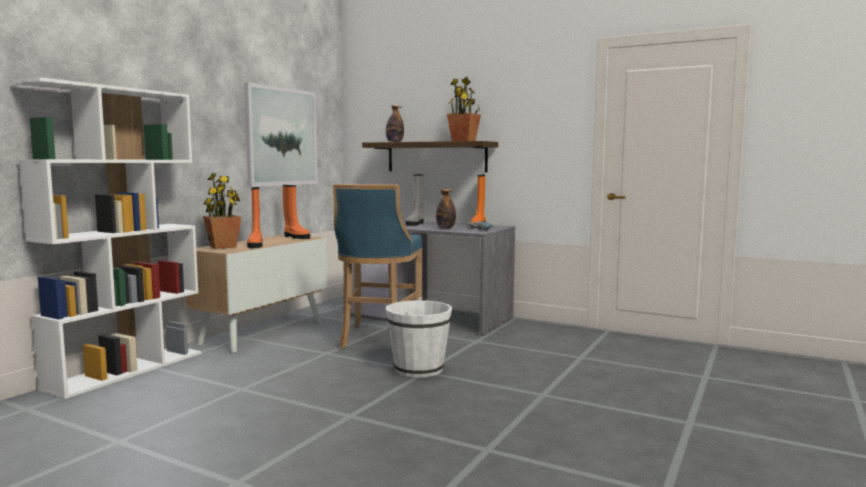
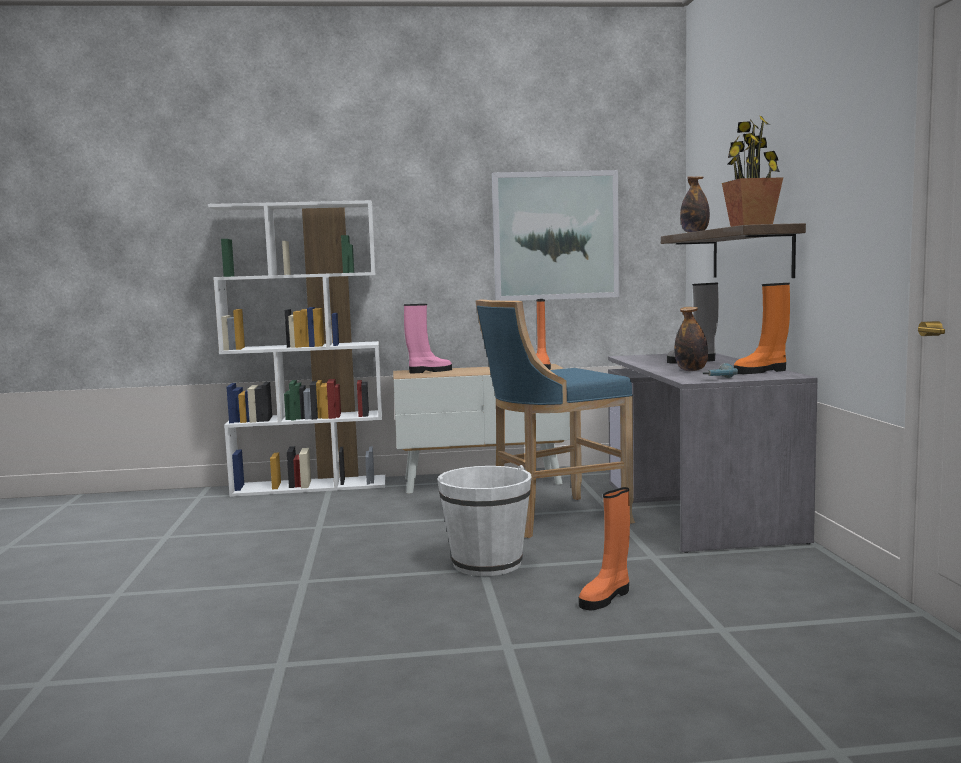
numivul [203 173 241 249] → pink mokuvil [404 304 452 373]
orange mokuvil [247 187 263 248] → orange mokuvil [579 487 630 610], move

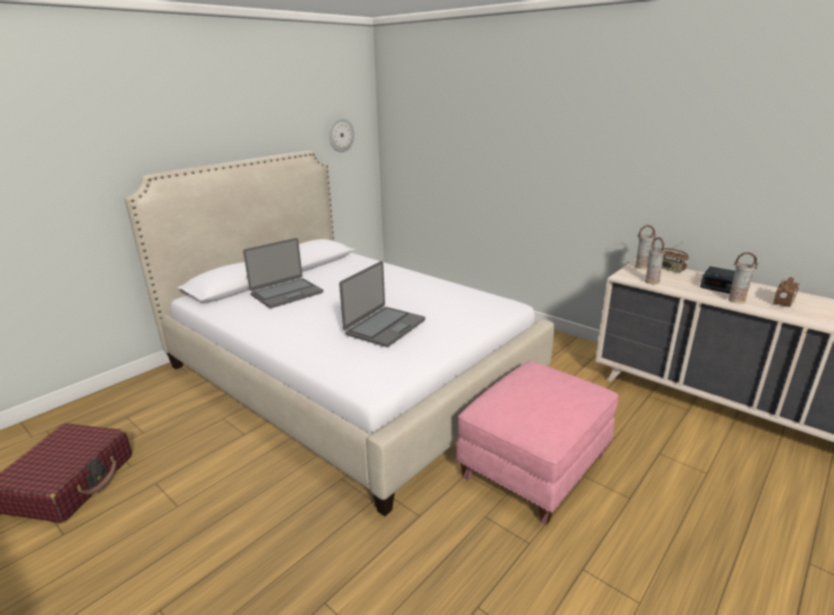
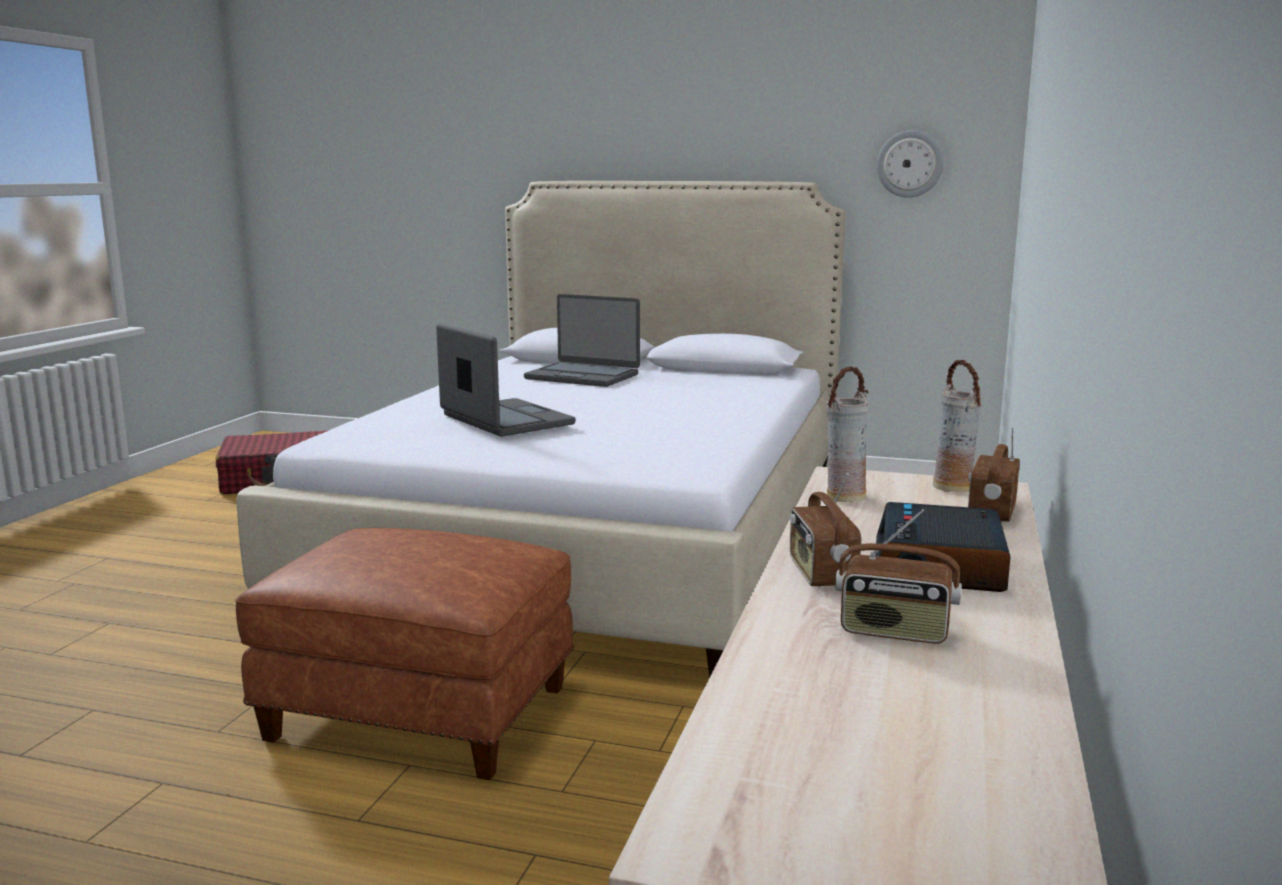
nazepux [728 252 758 304] → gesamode [790 473 861 587]
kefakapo [339 261 425 347] → kefakapo [436 323 575 436], 135 degrees counterclockwise
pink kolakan [455 361 619 525] → brown kolakan [235 528 574 780]

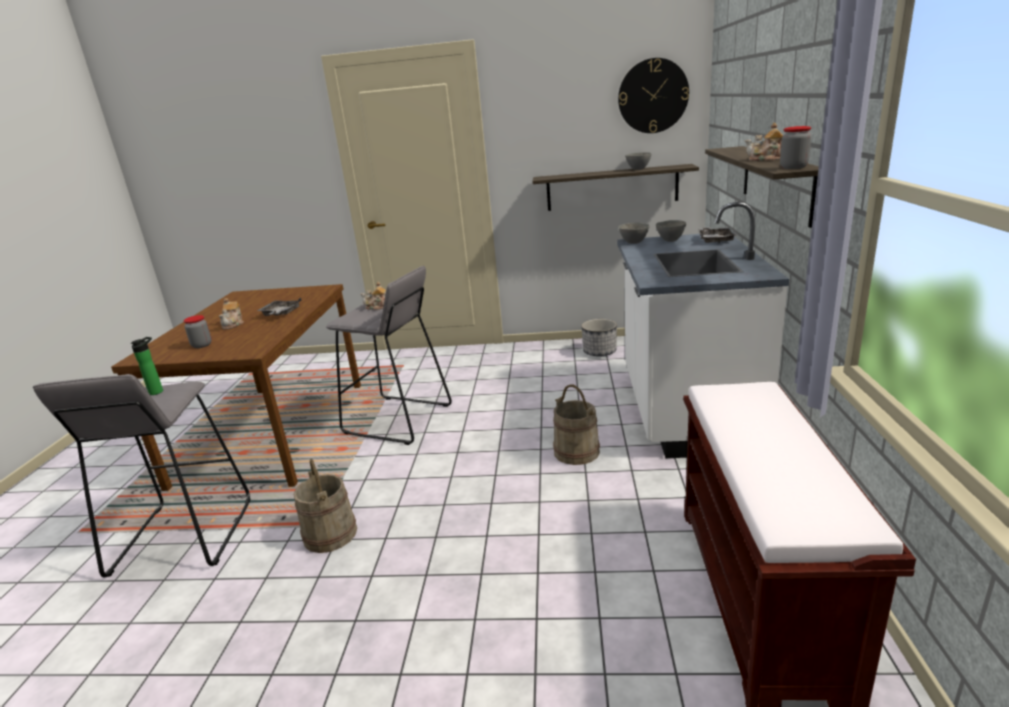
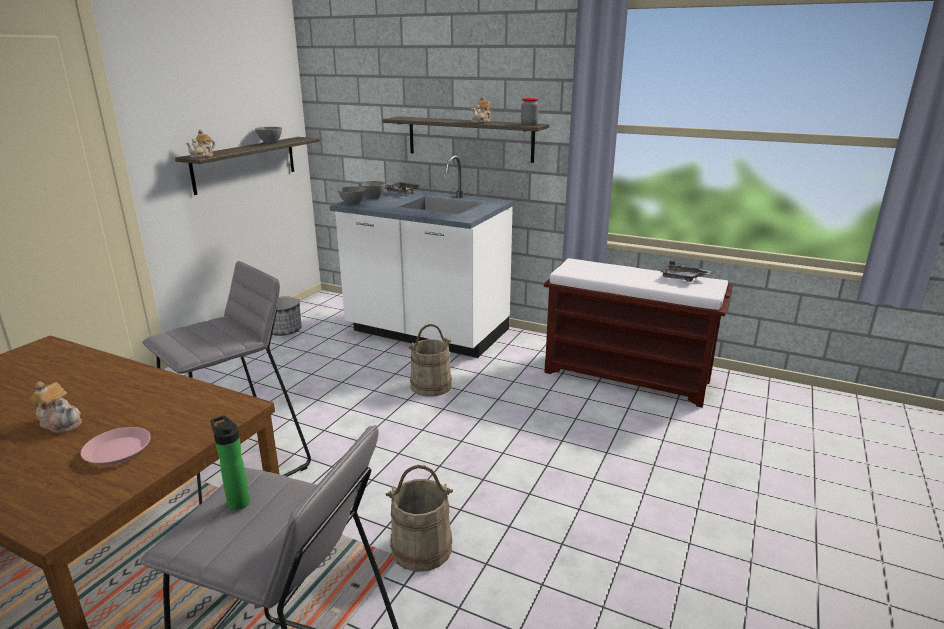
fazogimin [618 58 689 133] → -
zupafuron [360 282 386 310] → zupafuron [186 130 215 158], move
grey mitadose [257 298 301 316] → grey mitadose [660 261 711 282], move
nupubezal [183 315 212 348] → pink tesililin [80 427 151 465]

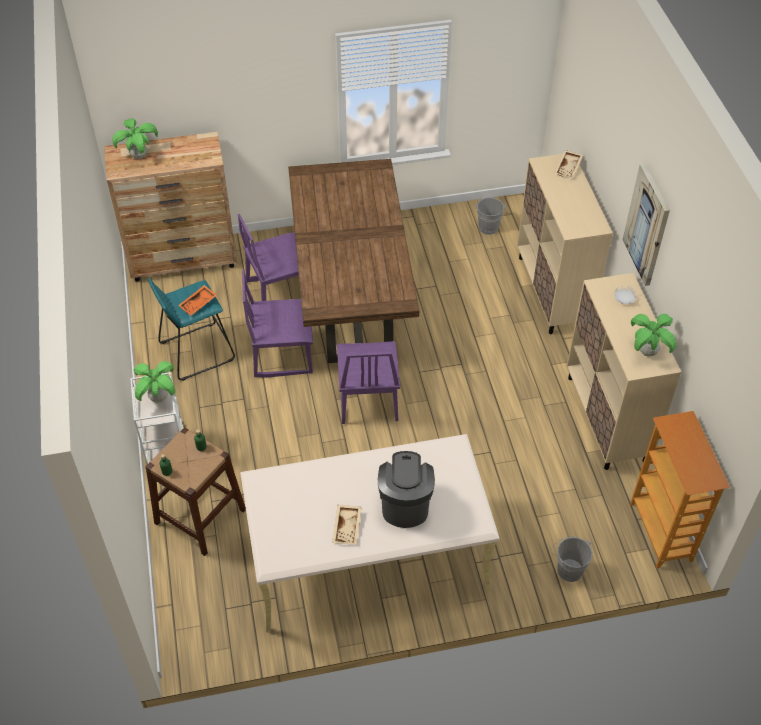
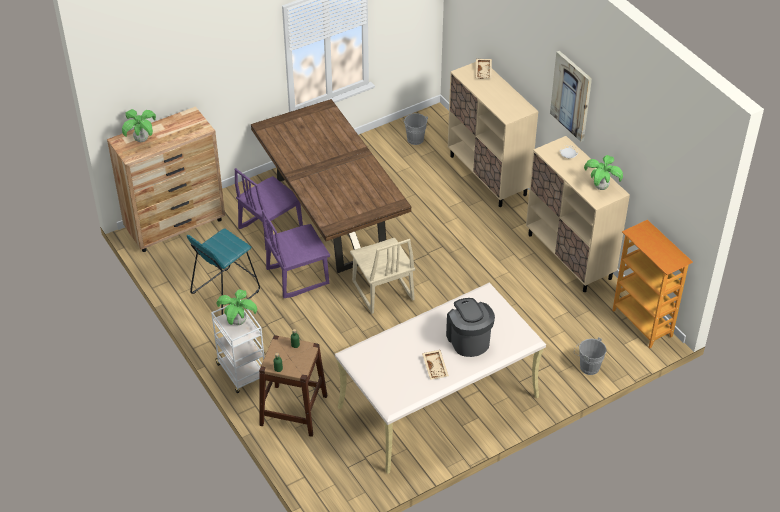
orange mitadose [178 285 217 316] → -
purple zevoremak [337 341 400 424] → beige zevoremak [350 238 415 314]

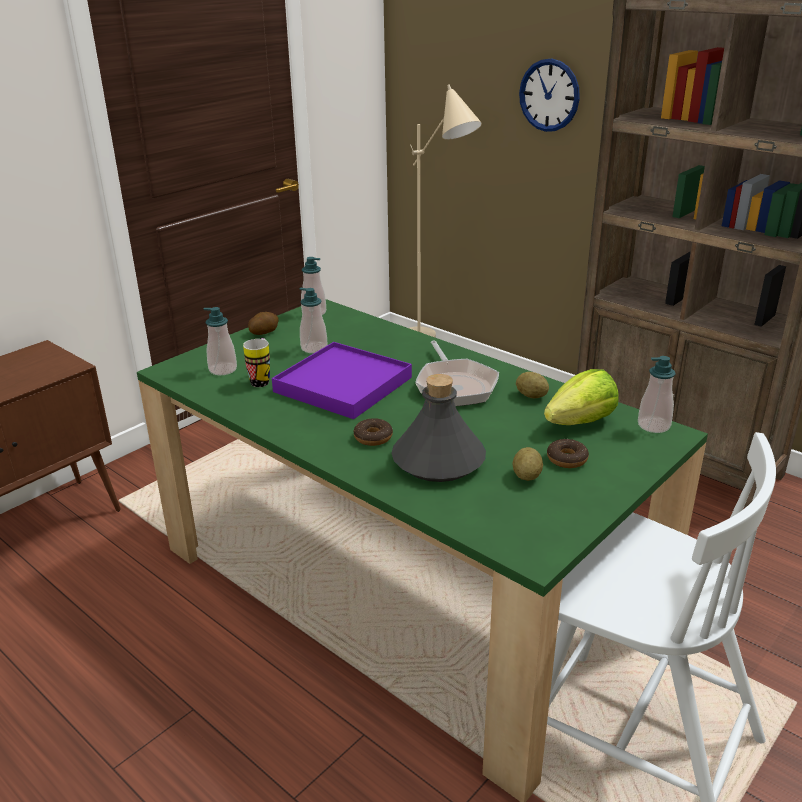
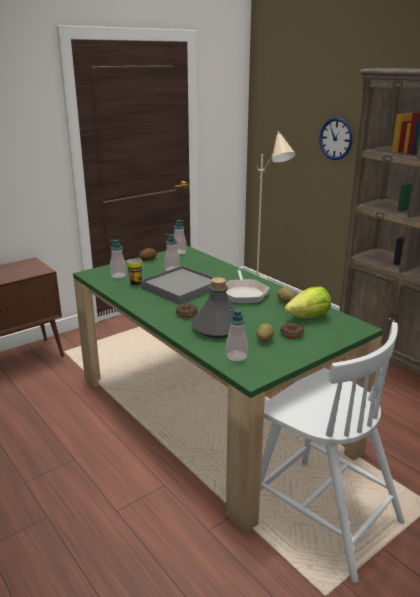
purple mitadose [272 342 412 419] → grey mitadose [141 266 215 305]
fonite [638 356 676 433] → fonite [226 310 248 361], move

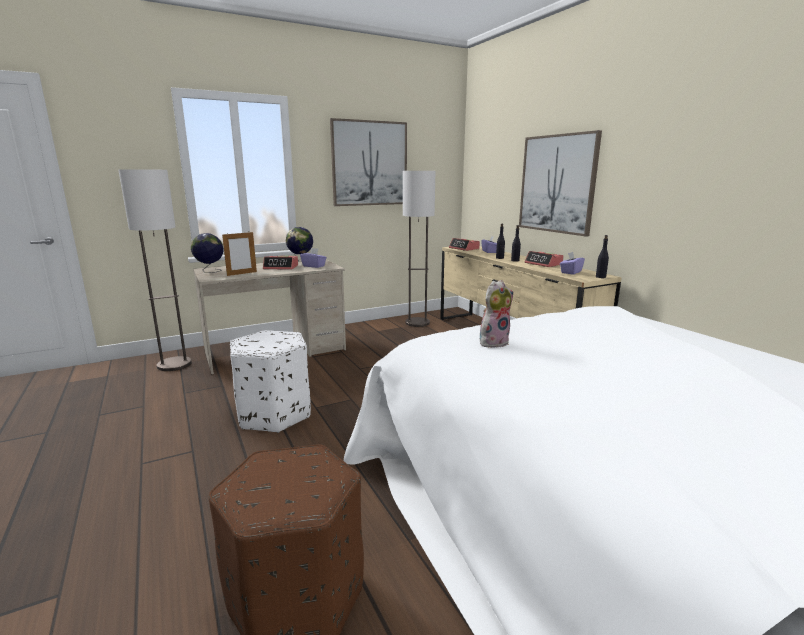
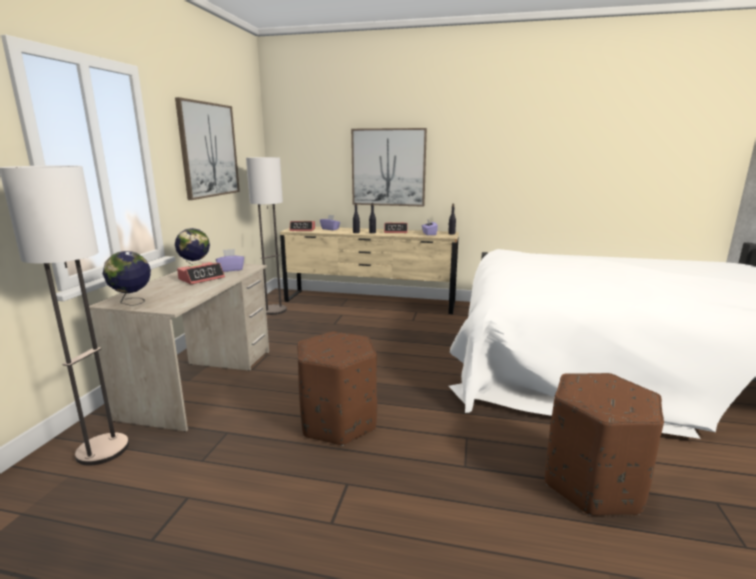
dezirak [222 232 257 276] → -
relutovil [480 280 514 349] → -
white kolakan [230 330 311 433] → brown kolakan [297 331 377 446]

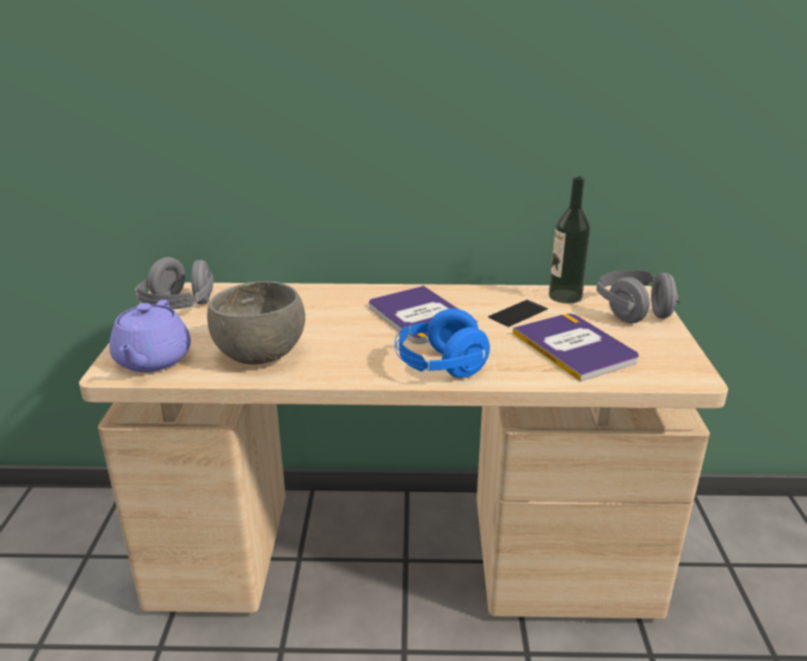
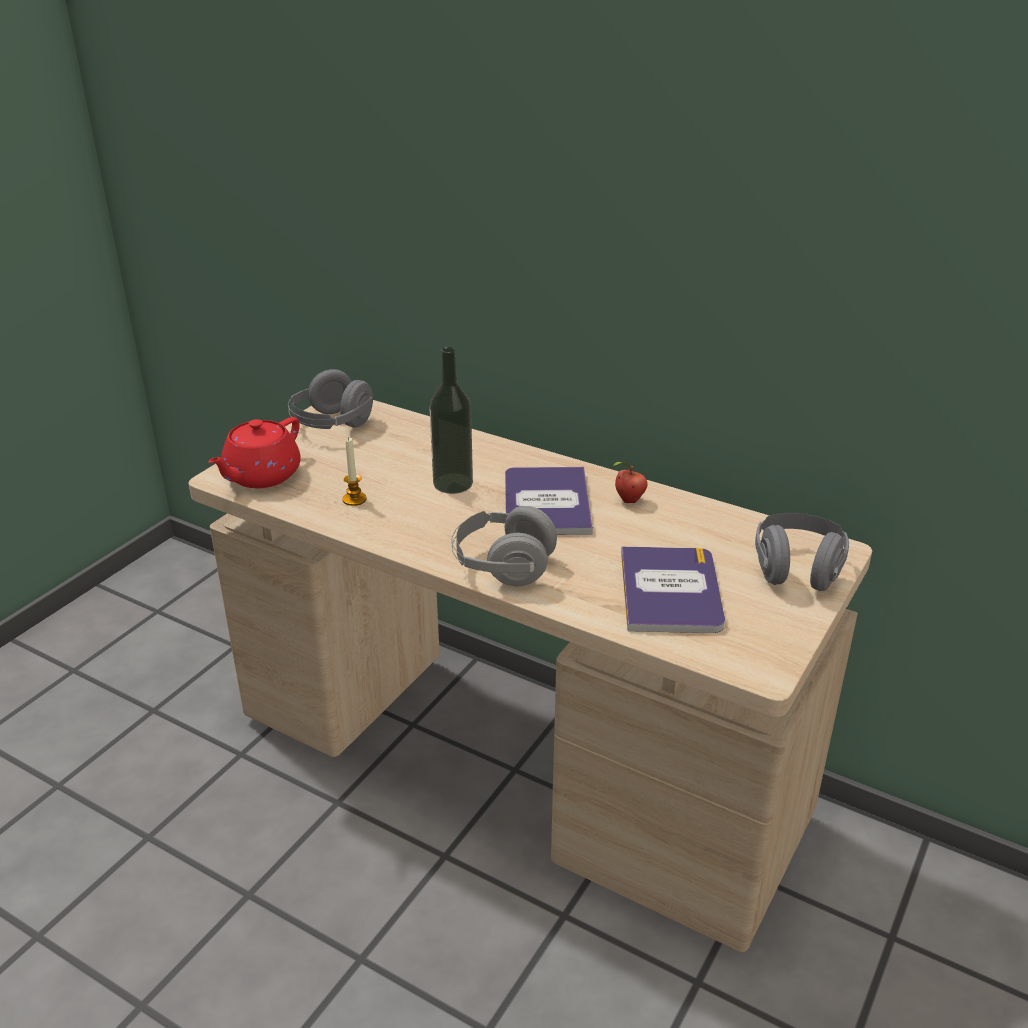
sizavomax [549 176 591 304] → sizavomax [430 347 473 494], move
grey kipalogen [207 281 305 364] → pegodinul [342 437 367 506]
purple zupafuron [109 300 191 372] → red zupafuron [208 417 300 488]
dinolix [488 300 548 327] → -
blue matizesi [395 309 490 378] → grey matizesi [451 506 557 586]
- → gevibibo [613 462 648 503]

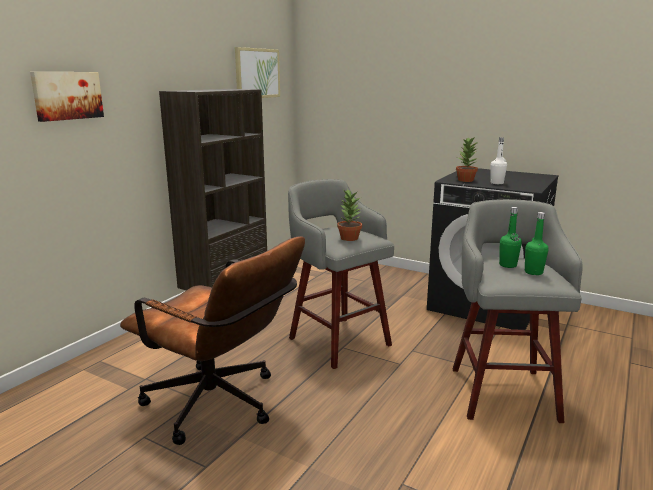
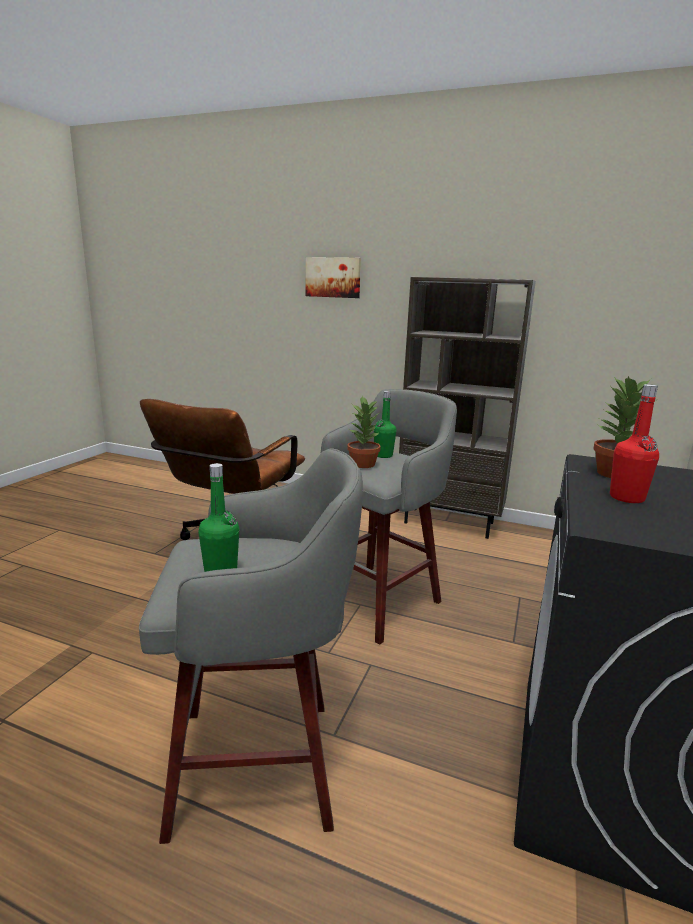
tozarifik [235 47 280 98] → -
white sizavomax [490 137 507 184] → red sizavomax [610 384 659 503]
green sizavomax [499 207 522 268] → green sizavomax [374 391 396 458], move

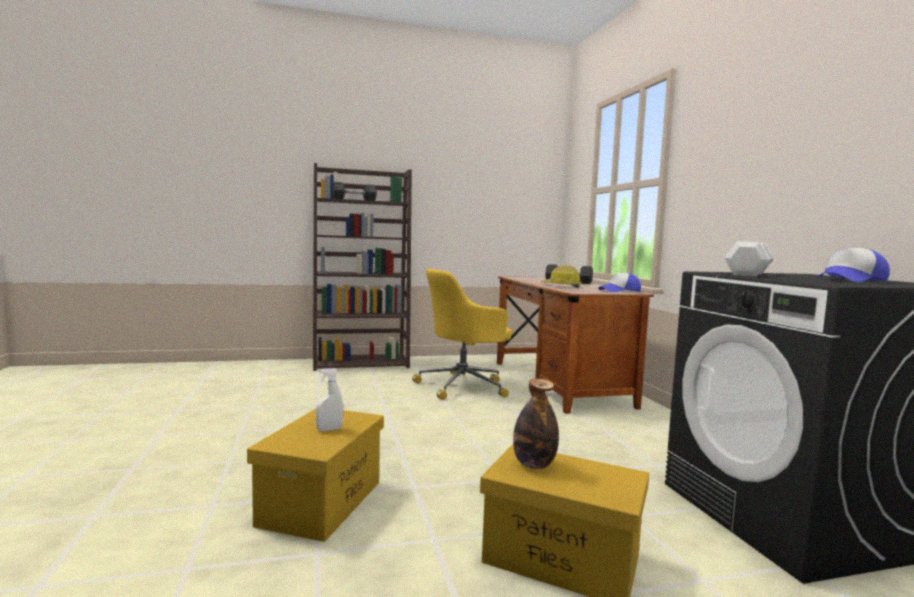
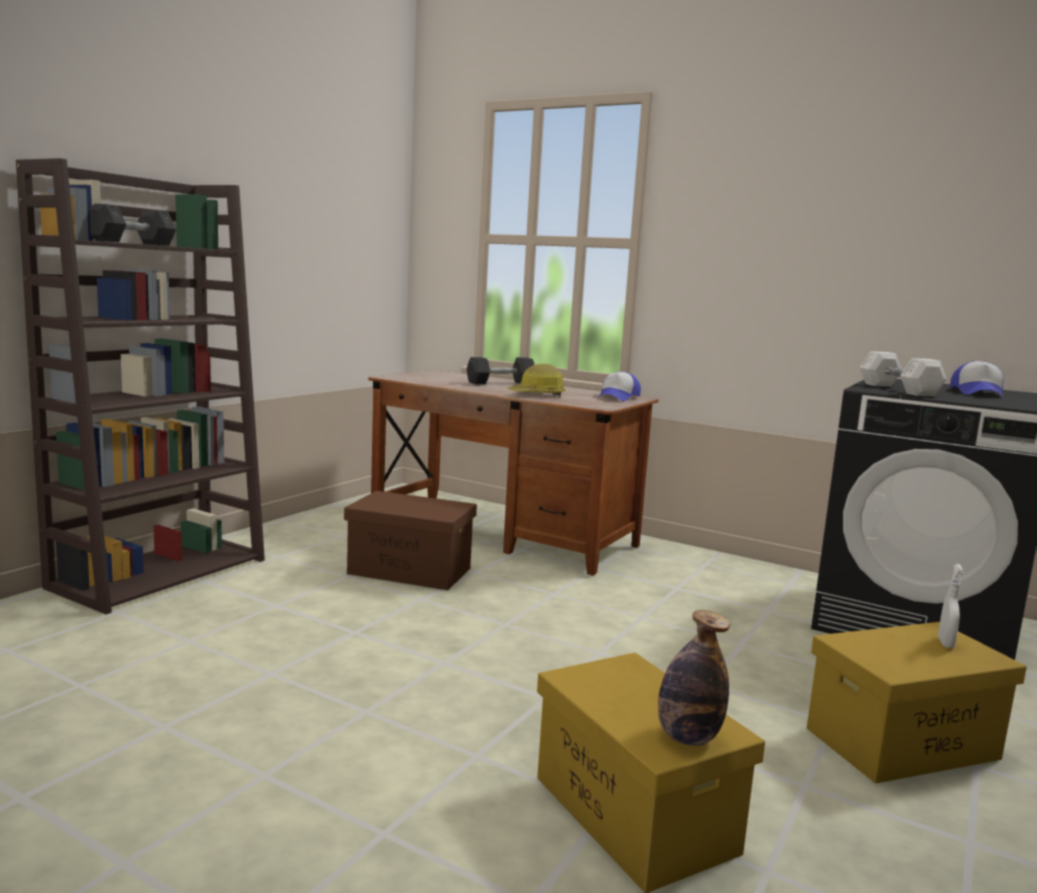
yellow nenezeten [412 269 512 400] → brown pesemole [344 491 477 590]
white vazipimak [315 368 343 431] → white vazipimak [938 564 964 648], move
sizavomax [513 378 559 469] → sizavomax [658 610 730 746], move

